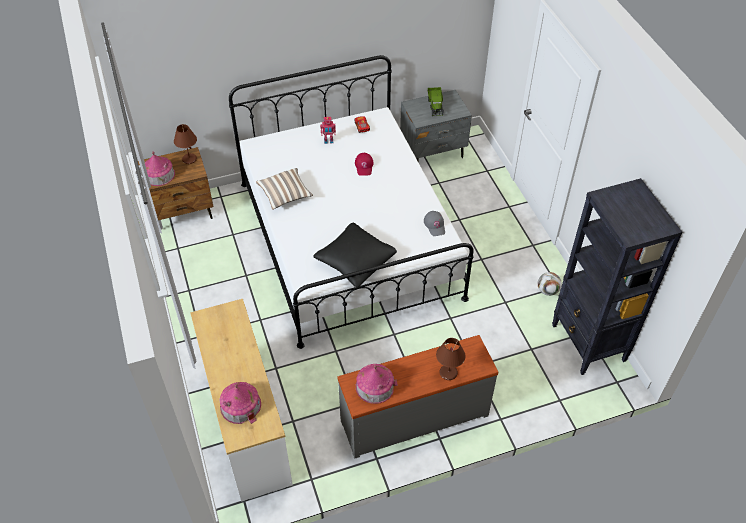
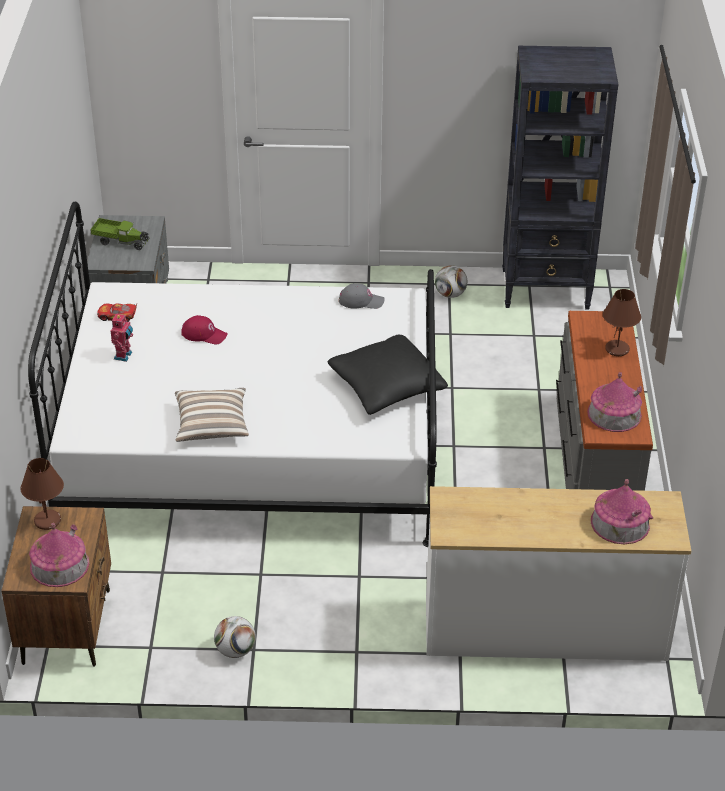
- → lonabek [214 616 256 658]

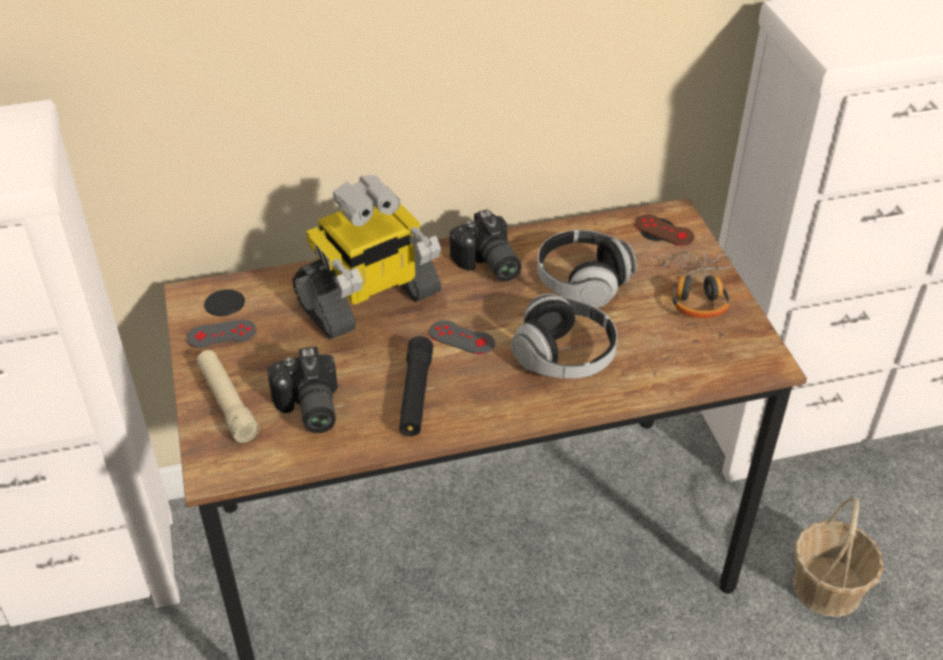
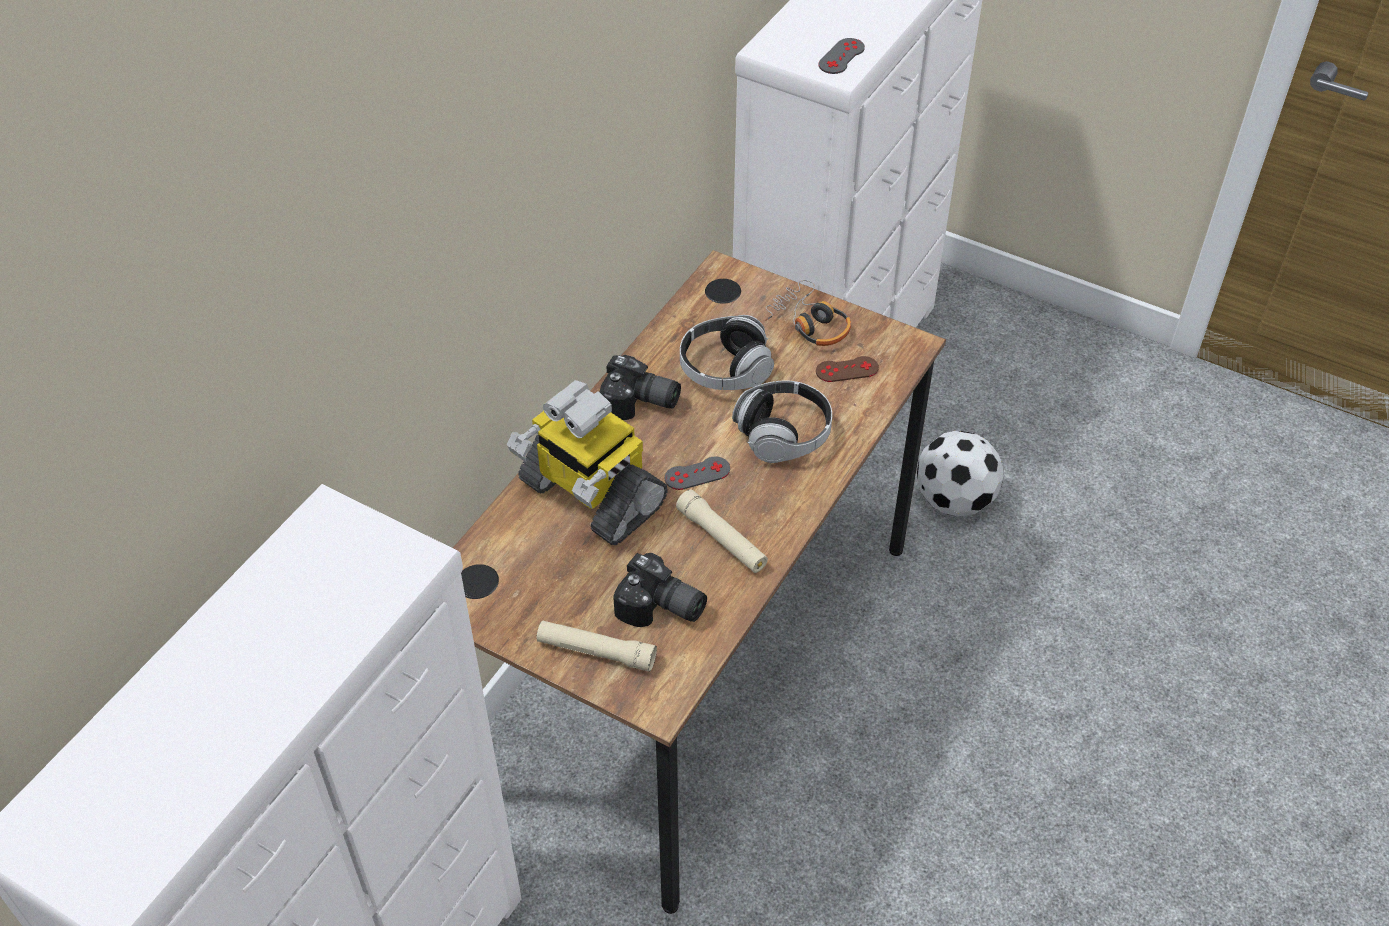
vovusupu [292 175 441 339] → vovusupu [507 380 668 545], 120 degrees clockwise
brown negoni [635 215 695 246] → brown negoni [816 356 879 382], move
grey negoni [186 320 256 348] → grey negoni [818 38 865 74], move
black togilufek [399 336 433 436] → beige togilufek [676 489 768 573]
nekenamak [793 497 884 617] → lonabek [917 431 1004 516]

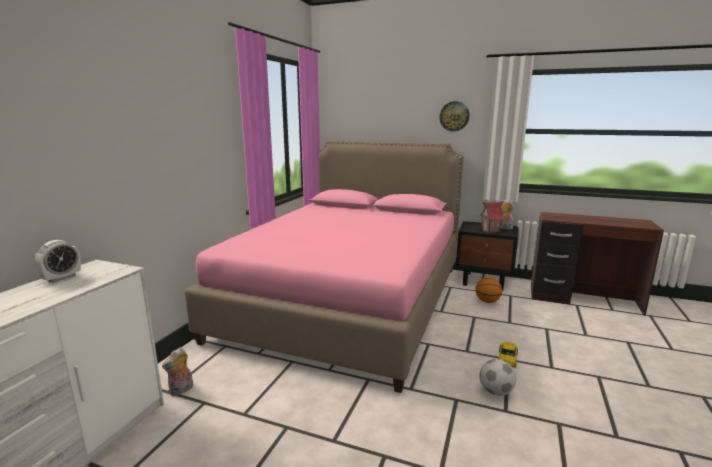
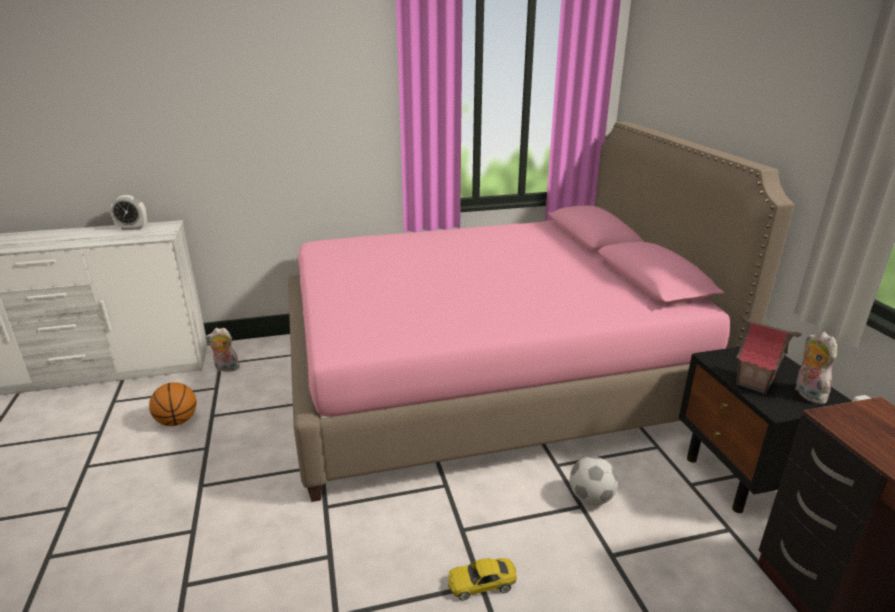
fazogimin [440 101 469 132] → -
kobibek [476 277 502 303] → kobibek [149 382 197 426], move
lonabek [480 359 516 396] → lonabek [570 456 618 505], move

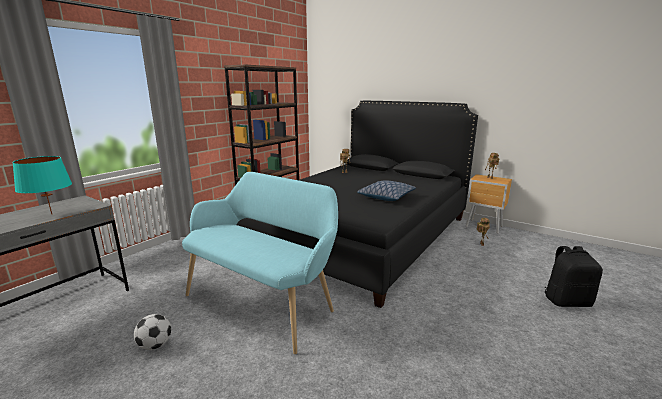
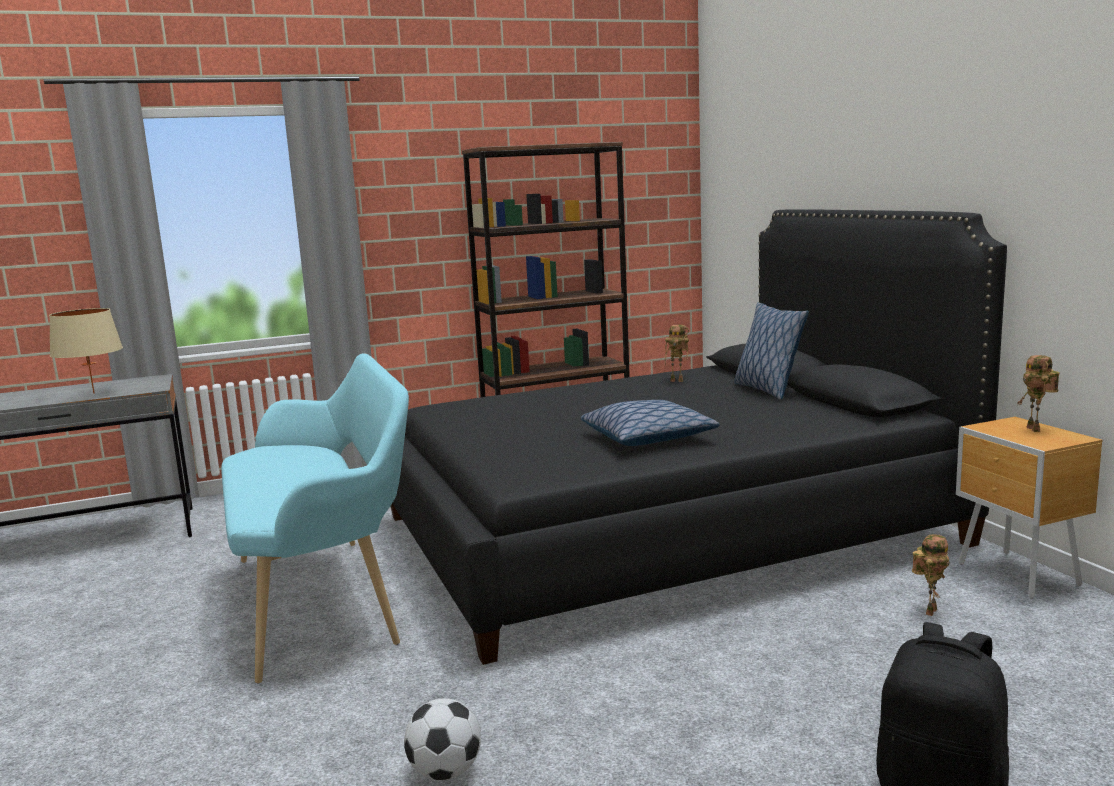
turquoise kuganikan [12 156 72 215] → beige kuganikan [49 308 123 394]
lonabek [134 314 171 350] → lonabek [404 698 481 780], move
- → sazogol [734 302 809 400]

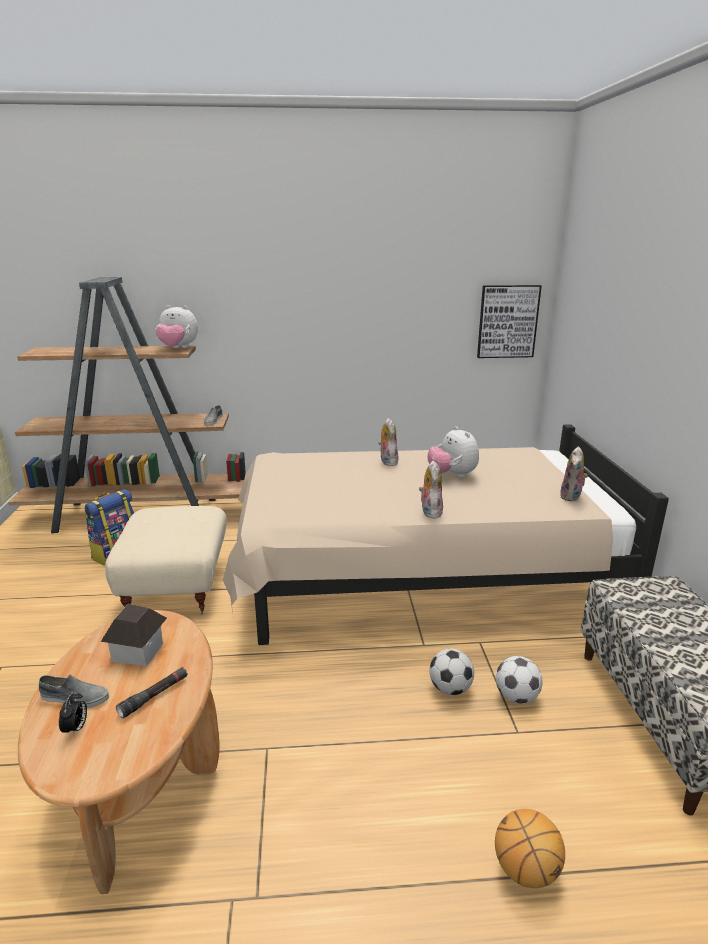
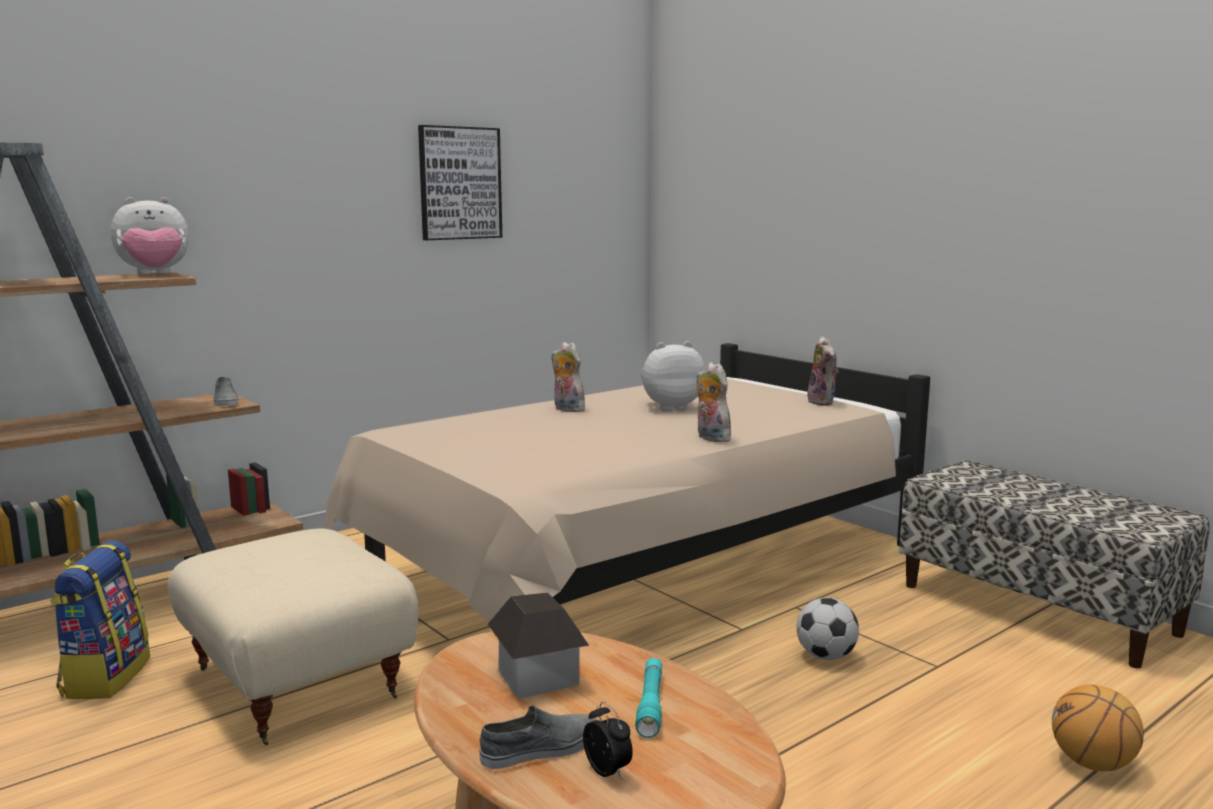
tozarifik [477 285 542 358] → tozarifik [418 125 502 240], move
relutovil [428 426 479 478] → relutovil [641 341 705 411], 135 degrees clockwise
lonabek [496 656 542 704] → -
black togilufek [116 667 188 718] → turquoise togilufek [635 658 662 738]

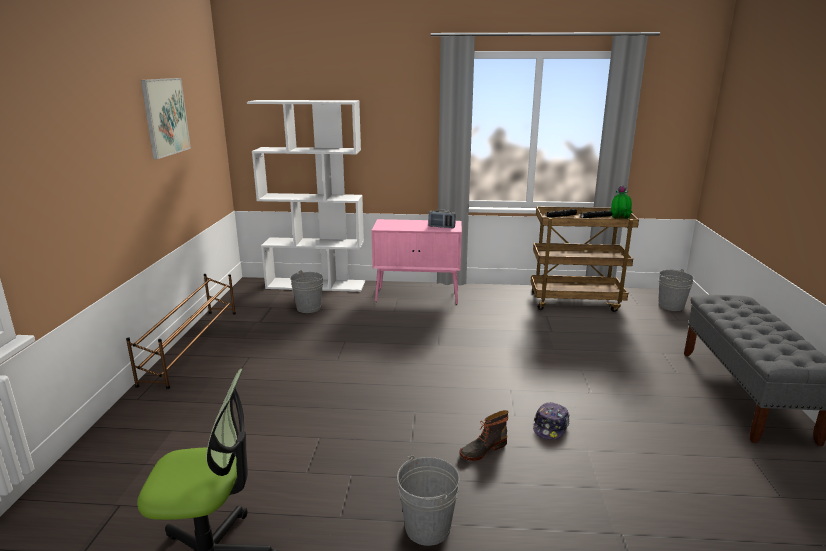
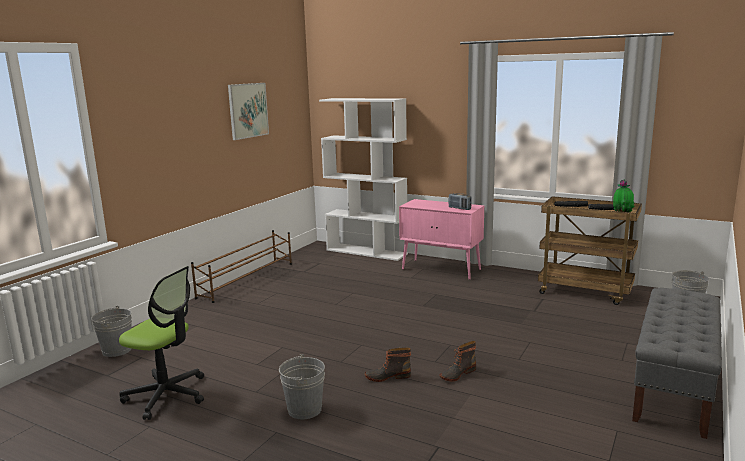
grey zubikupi [290 270 323 313] → grey zubikupi [91 306 132 357], move
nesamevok [533 402 569 440] → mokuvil [439 341 476 381]

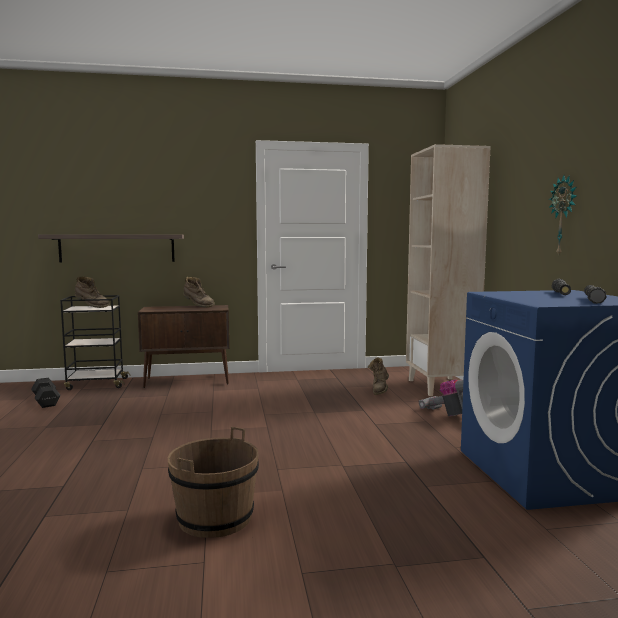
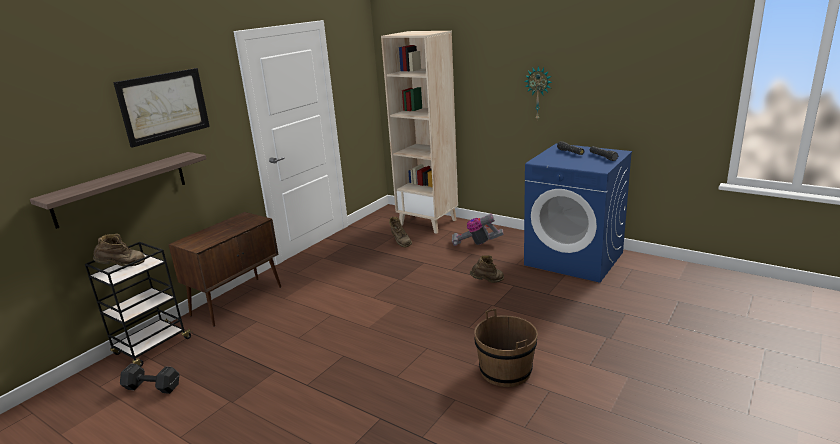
brown mokuvil [183 277 215 308] → brown mokuvil [470 255 504 283], move
- → tozarifik [113 68 210 148]

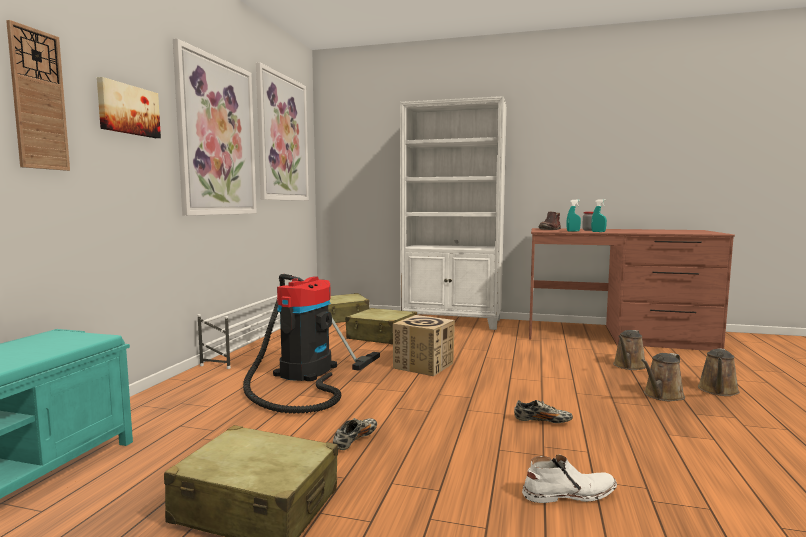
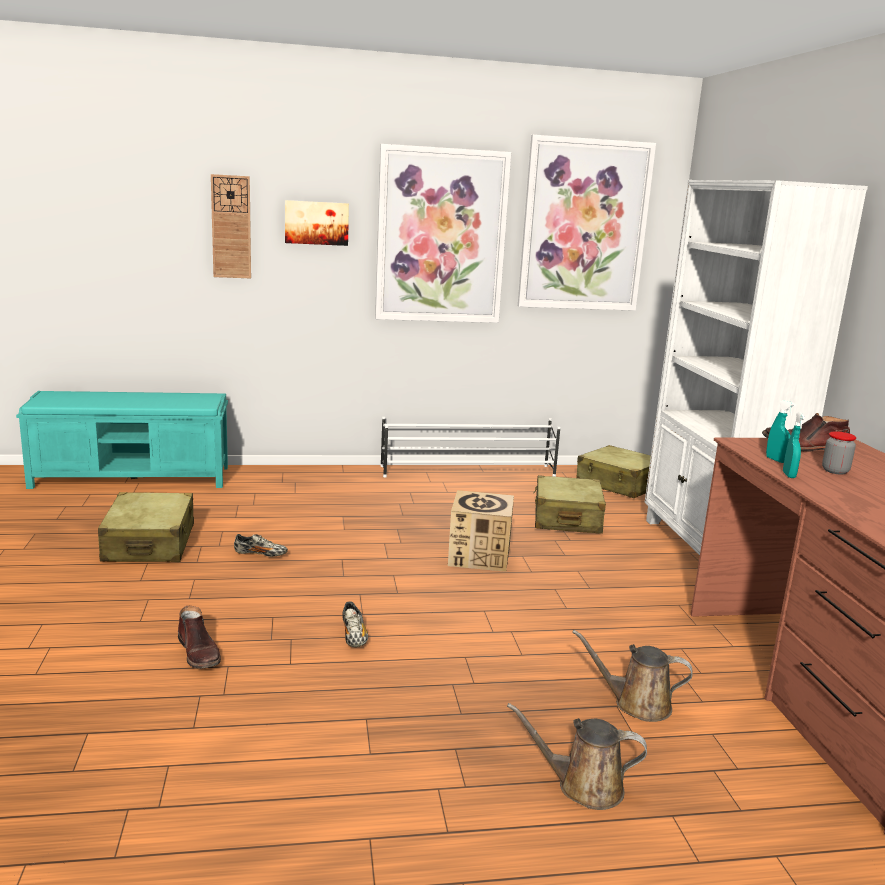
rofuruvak [243 274 380 414] → -
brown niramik [641 353 685 401] → -
white mokuvil [522 455 617 503] → brown mokuvil [178 606 221 669]

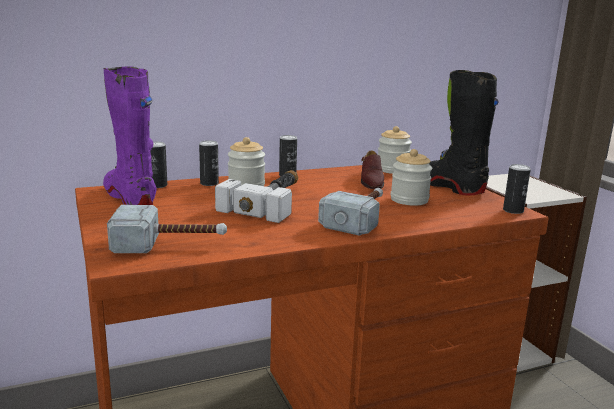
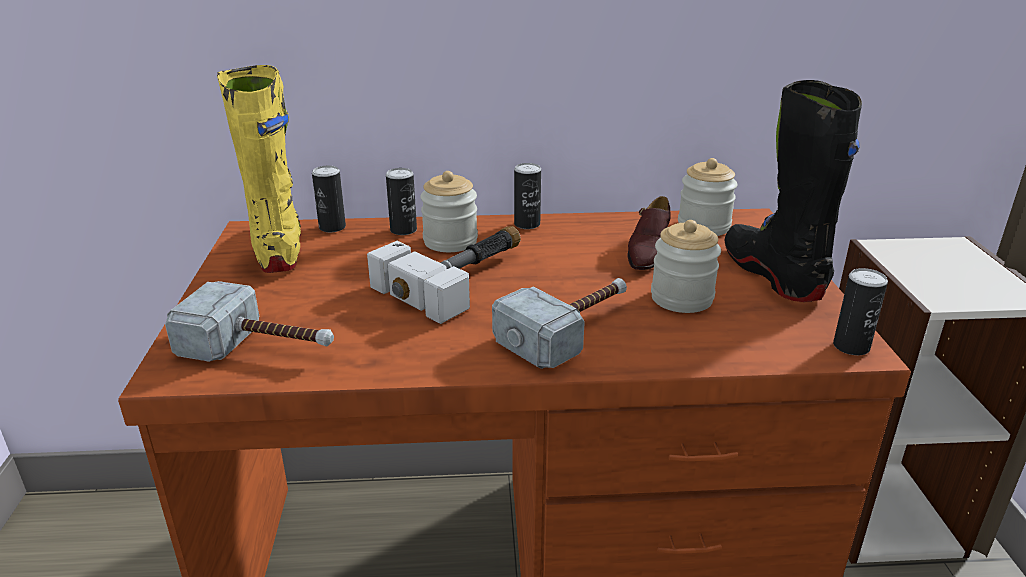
purple mokuvil [103 66 156 205] → yellow mokuvil [217 65 301 273]

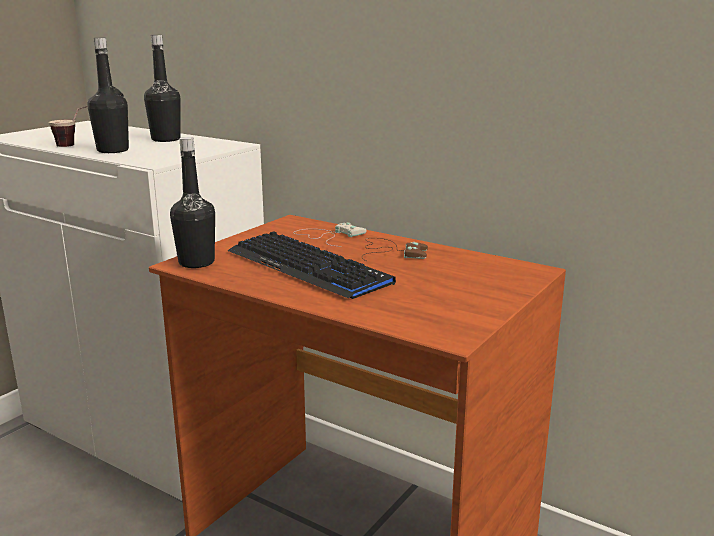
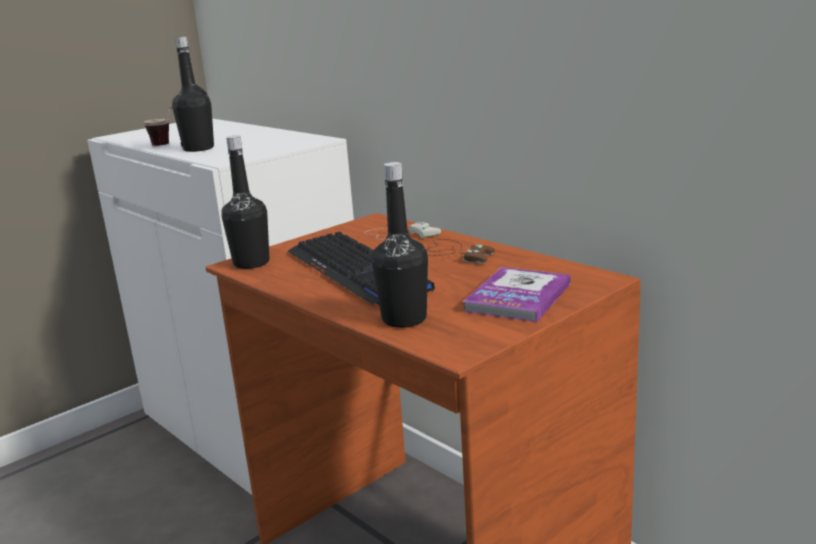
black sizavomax [144 35 181 142] → black sizavomax [372 162 428 328], move
- → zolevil [462 267 570 322]

